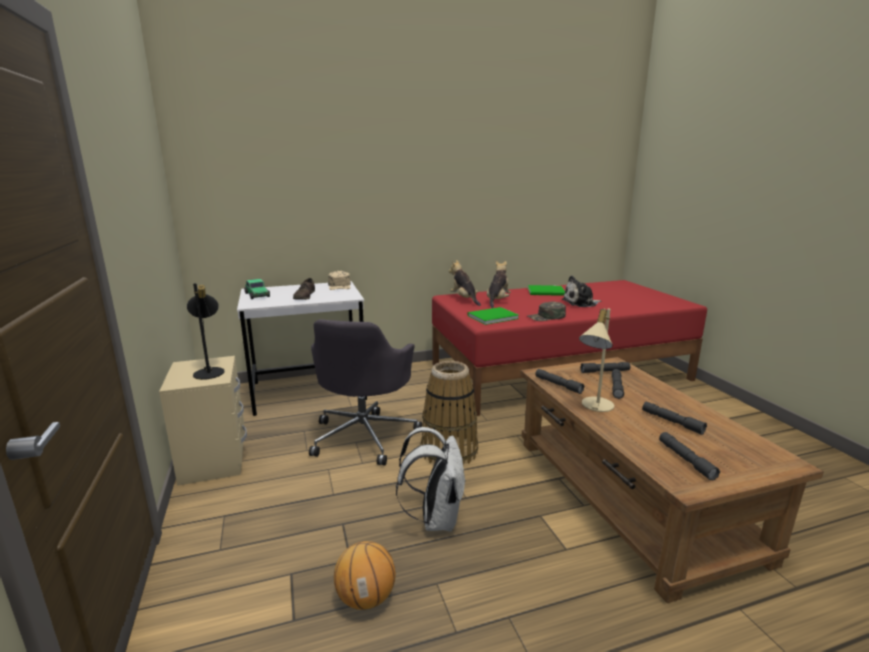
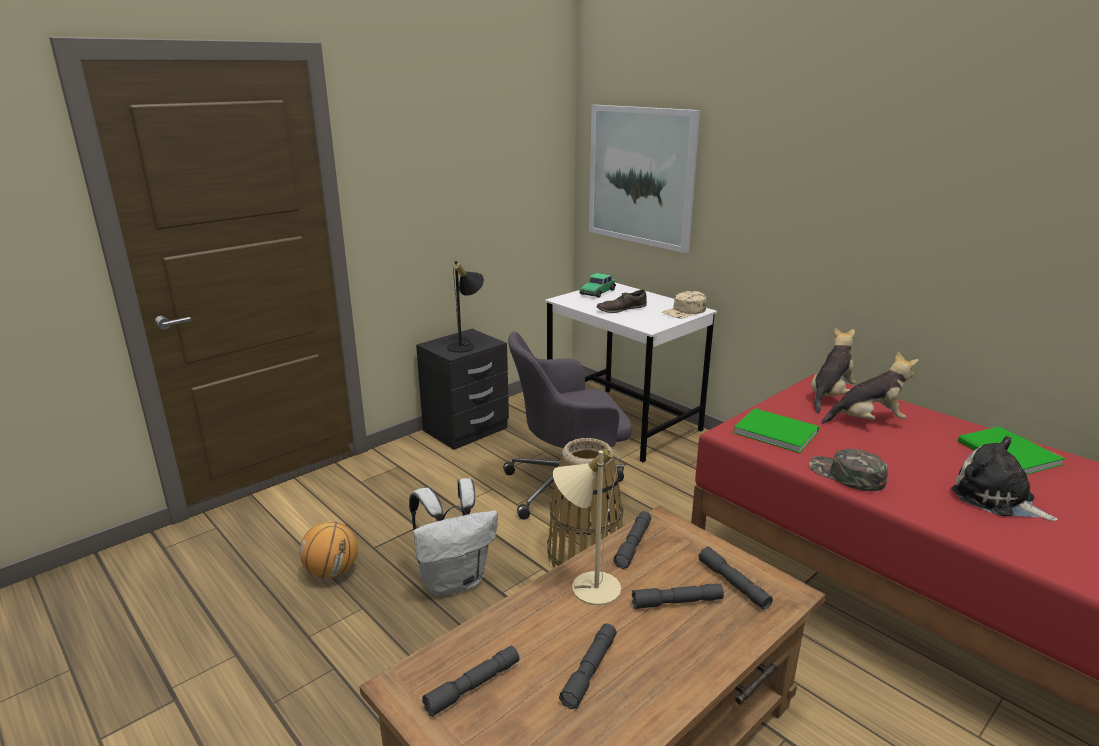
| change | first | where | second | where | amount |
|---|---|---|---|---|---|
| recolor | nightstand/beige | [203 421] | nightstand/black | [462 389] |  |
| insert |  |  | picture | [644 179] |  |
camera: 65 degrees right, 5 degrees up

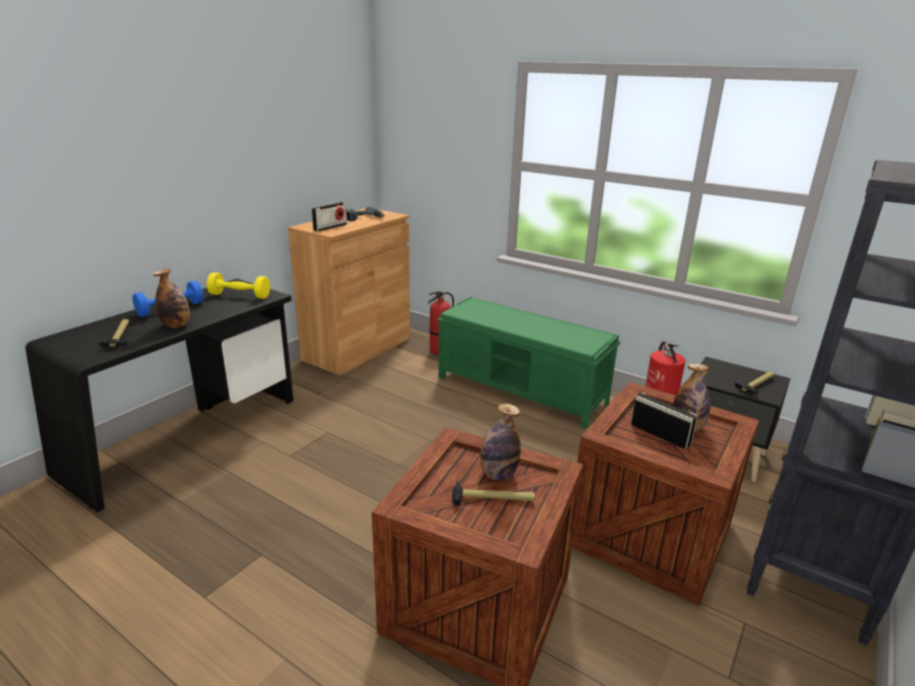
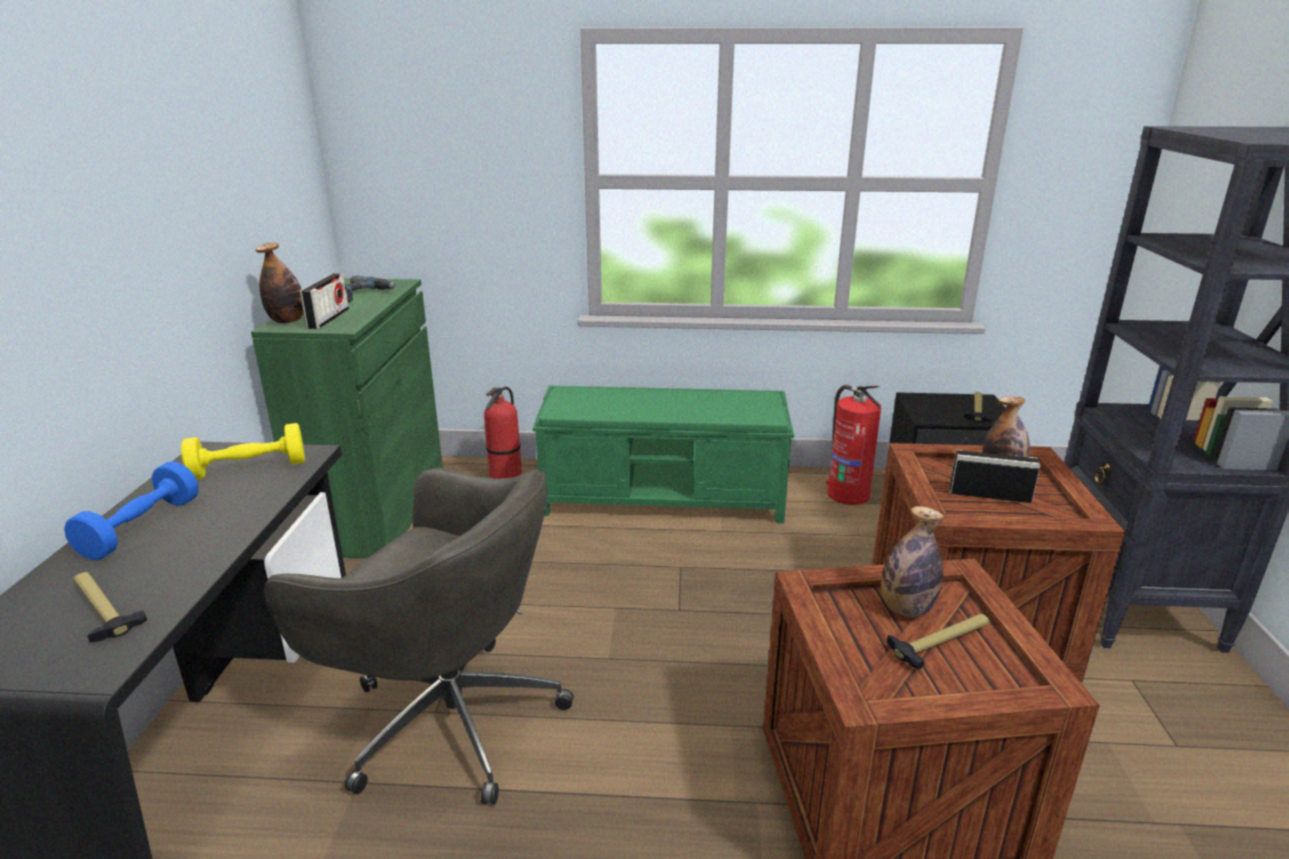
| change | first | where | second | where | amount |
|---|---|---|---|---|---|
| recolor | cabinet/brown | [349 292] | cabinet/green | [347 418] |  |
| move | bottle | [171 298] |  | [279 283] |  |
| insert |  |  | office chair/grey | [419 636] |  |
camera: 30 degrees left, 0 degrees up

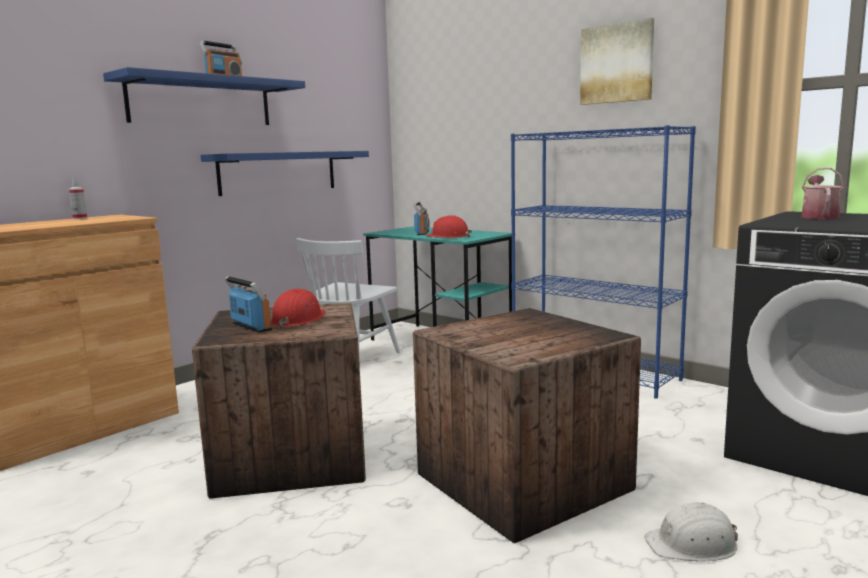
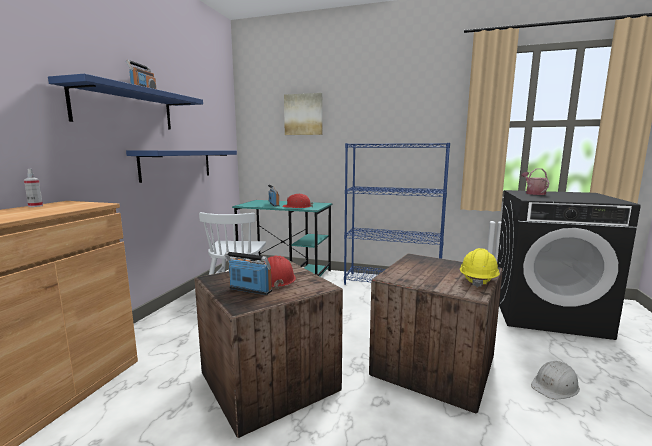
| change | first | where | second | where | amount |
|---|---|---|---|---|---|
| move | picture | [617 61] |  | [303 114] |  |
| insert |  |  | hard hat/yellow | [480 268] |  |
camera: 25 degrees left, 0 degrees up

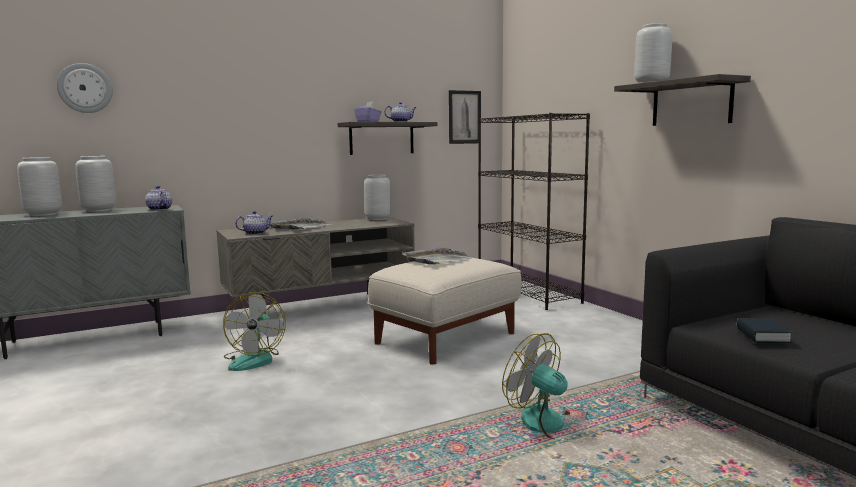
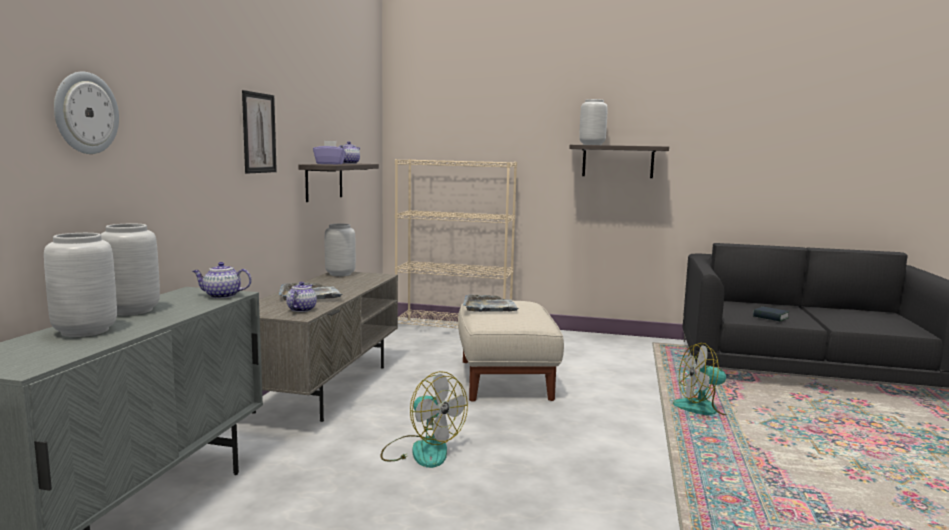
| change | first | where | second | where | amount |
|---|---|---|---|---|---|
| move | picture | [465 117] |  | [259 132] |  |
| recolor | bookcase/black | [534 211] | bookcase/beige | [456 243] |  |
camera: 50 degrees left, 0 degrees up

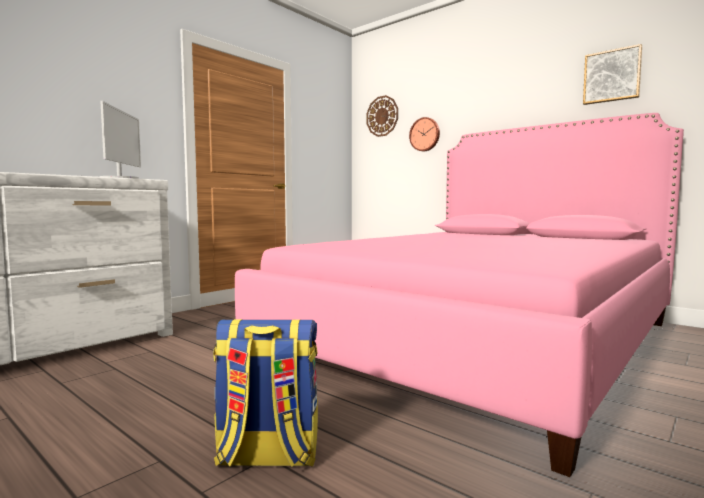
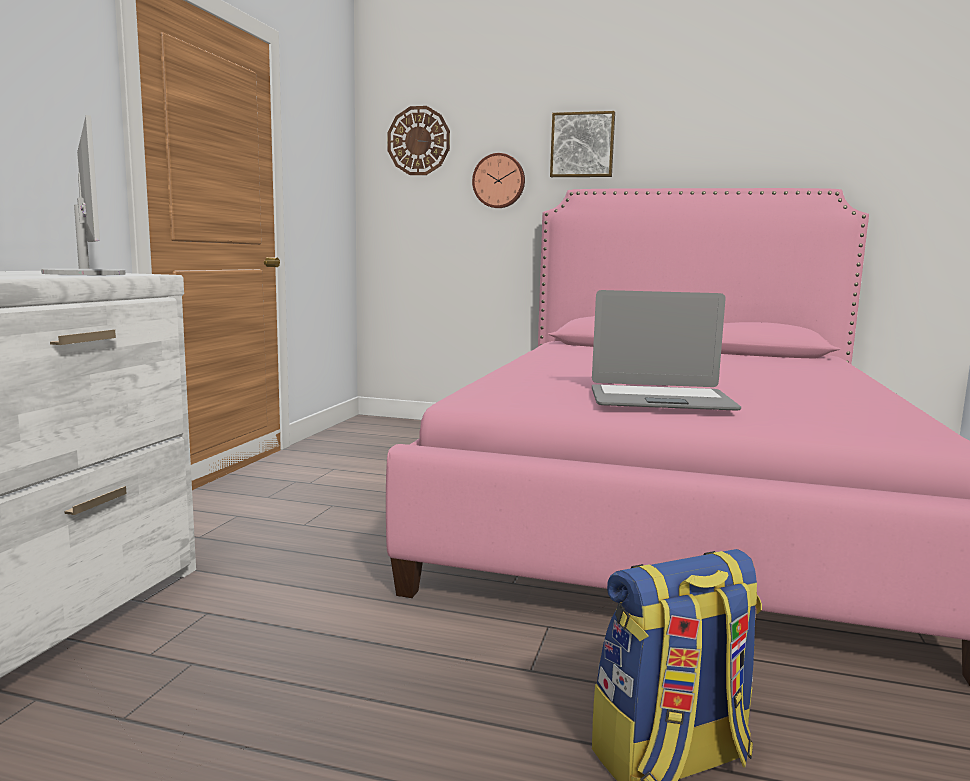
| change | first | where | second | where | amount |
|---|---|---|---|---|---|
| move | picture | [612 74] |  | [582 144] |  |
| insert |  |  | laptop | [666 350] |  |
camera: 25 degrees left, 5 degrees up

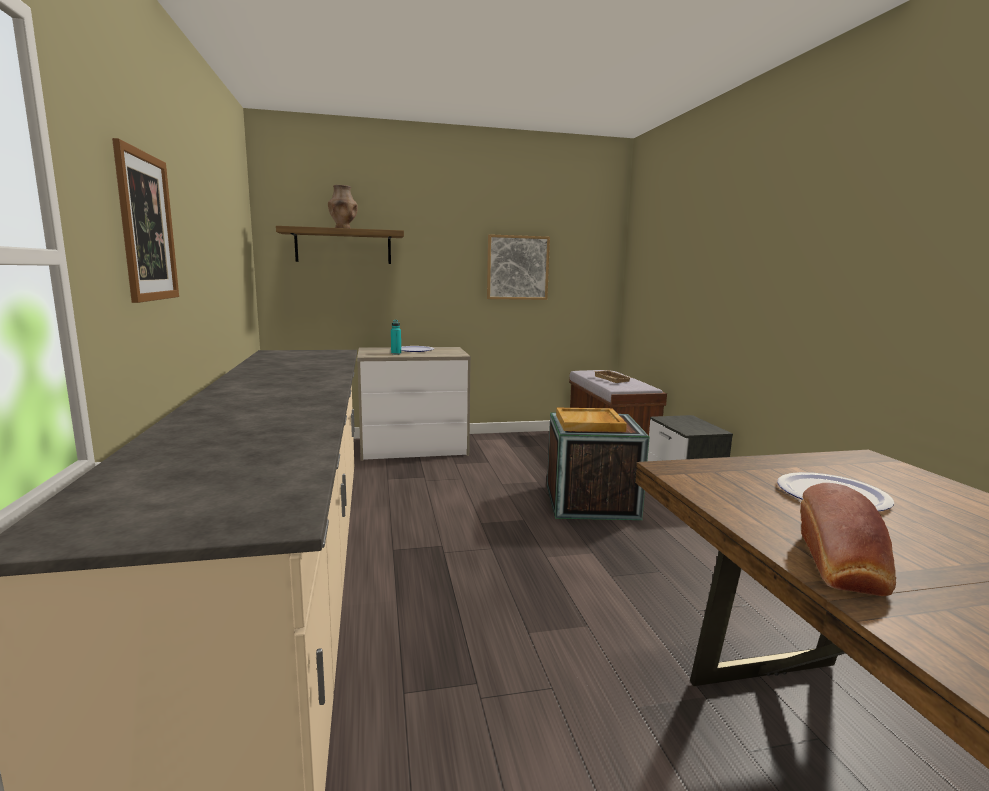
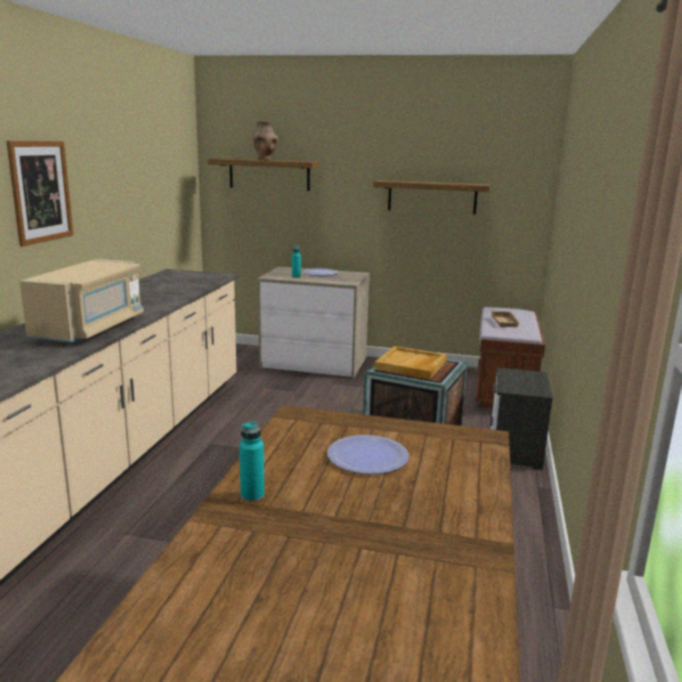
| change | first | where | second | where | amount |
|---|---|---|---|---|---|
| insert |  |  | microwave/beige | [81 300] |  |
| replace | bread | [848 539] | bottle/turquoise | [251 461] |  |
| replace | picture | [518 267] | shelf | [431 197] |  |
camera: 25 degrees right, 5 degrees up

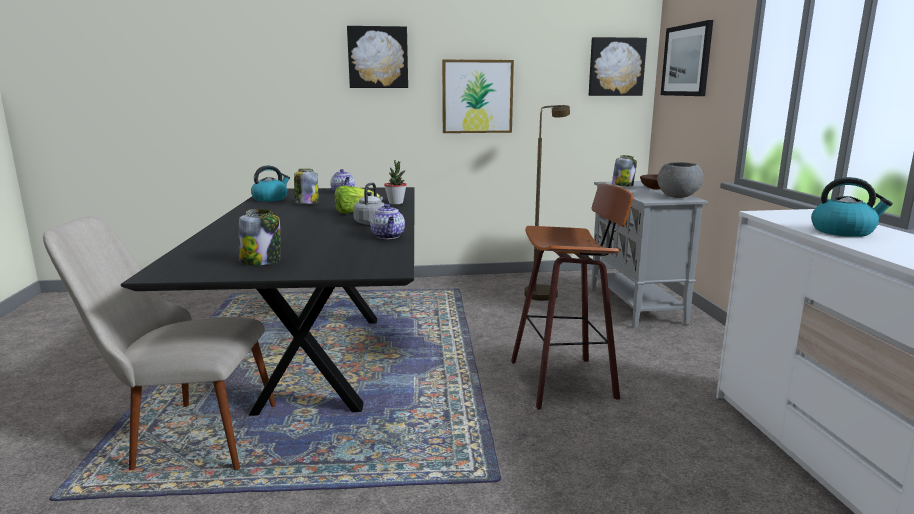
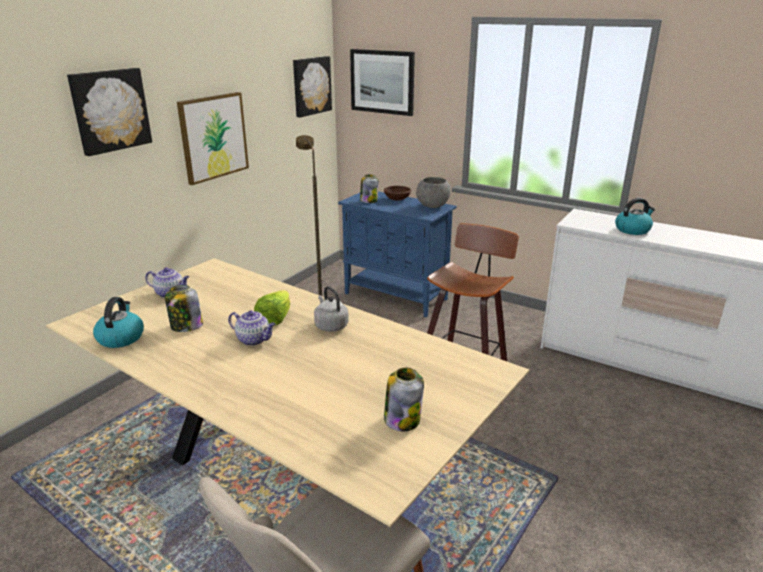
| change | first | where | second | where | amount |
|---|---|---|---|---|---|
| recolor | dining table/black | [268 301] | dining table/beige | [287 392] |  |
| move | teapot | [387 221] |  | [252 328] |  |
| recolor | cabinet/grey | [649 254] | cabinet/blue | [397 254] |  |
| delete | potted plant | [395 182] |  |  |  |
camera: 50 degrees left, 10 degrees up

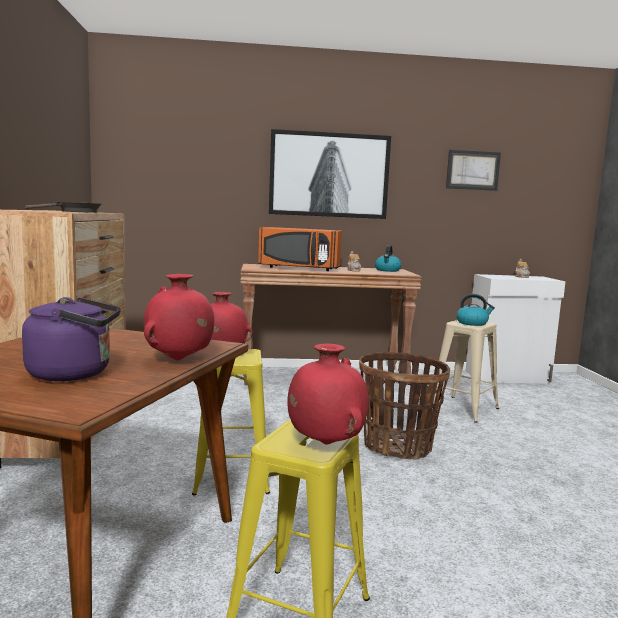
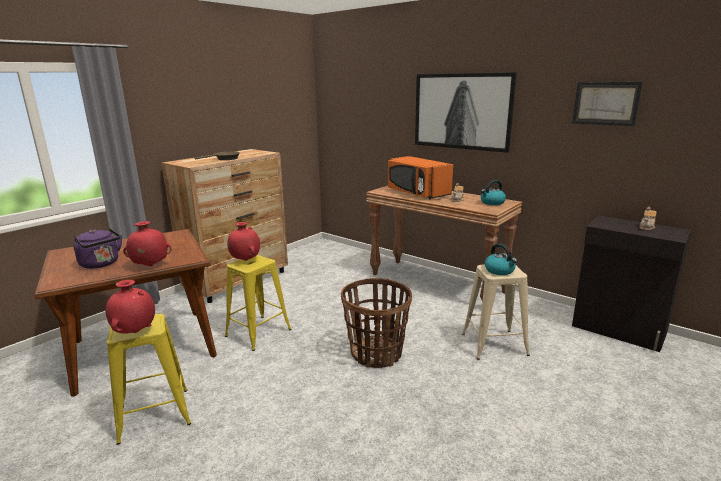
| change | first | where | second | where | amount |
|---|---|---|---|---|---|
| recolor | cabinet/white | [516 329] | cabinet/black | [632 284] |  |
camera: 45 degrees right, 10 degrees up

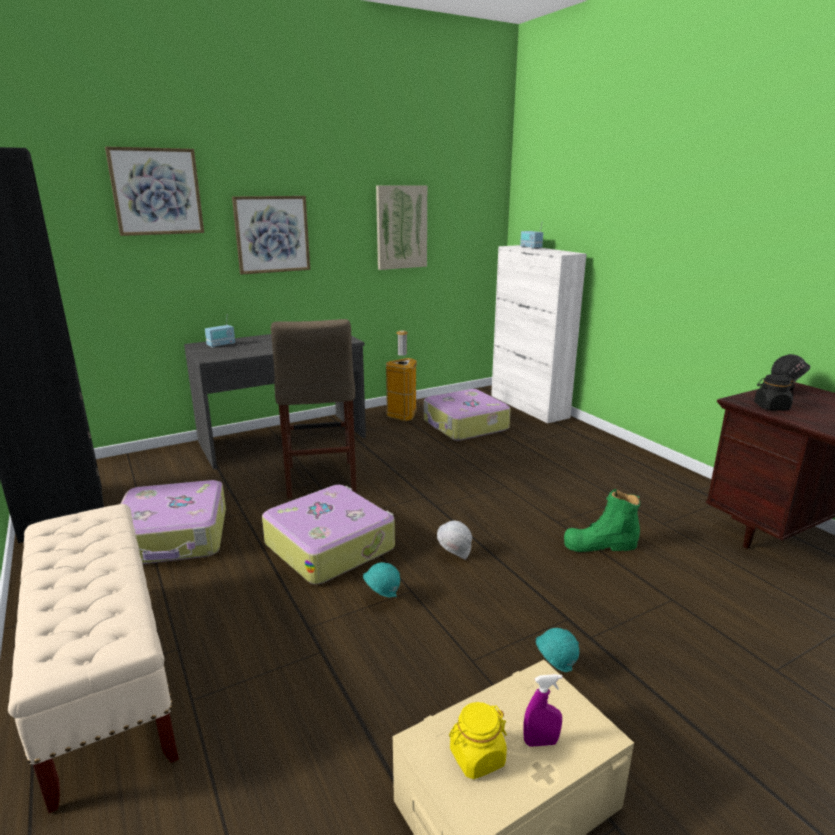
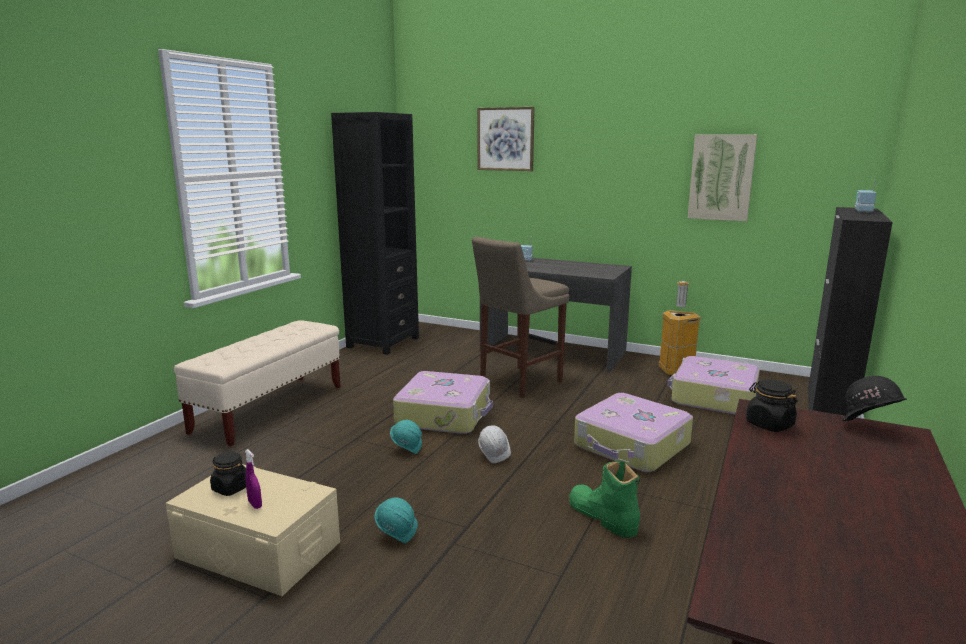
| change | first | where | second | where | amount |
|---|---|---|---|---|---|
| recolor | jar/yellow | [478 740] | jar/black | [228 474] |  |
| move | suitcase | [173 522] |  | [633 432] |  |
| recolor | cabinet/white | [539 334] | cabinet/black | [850 312] |  |
| delete | picture | [271 235] |  |  |  |
camera: 55 degrees right, 5 degrees down

